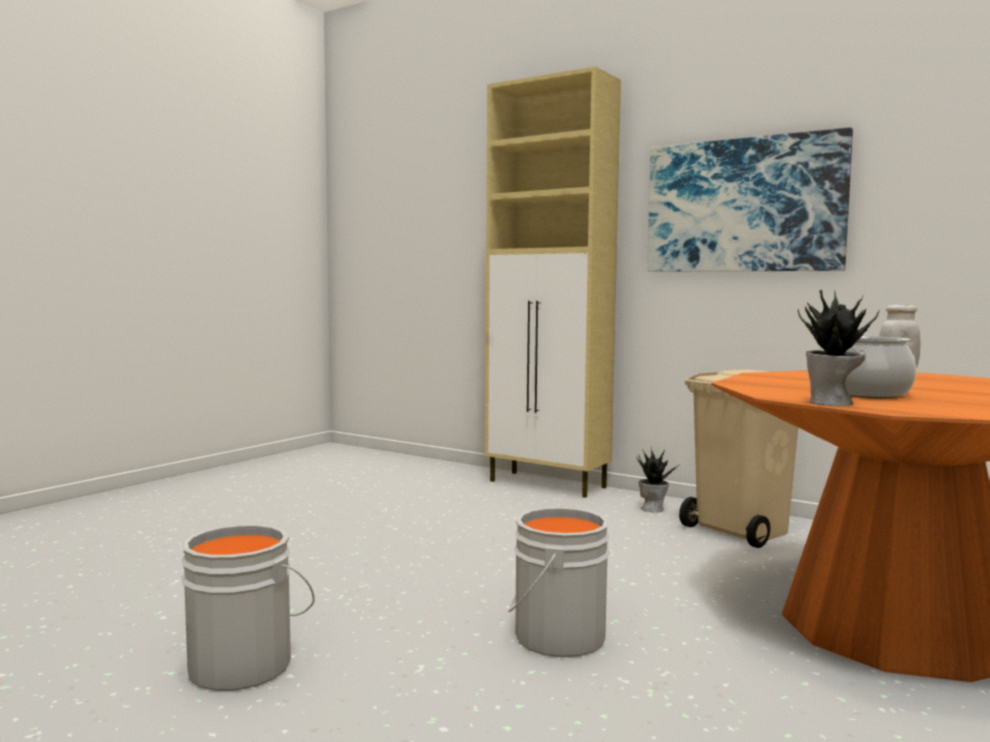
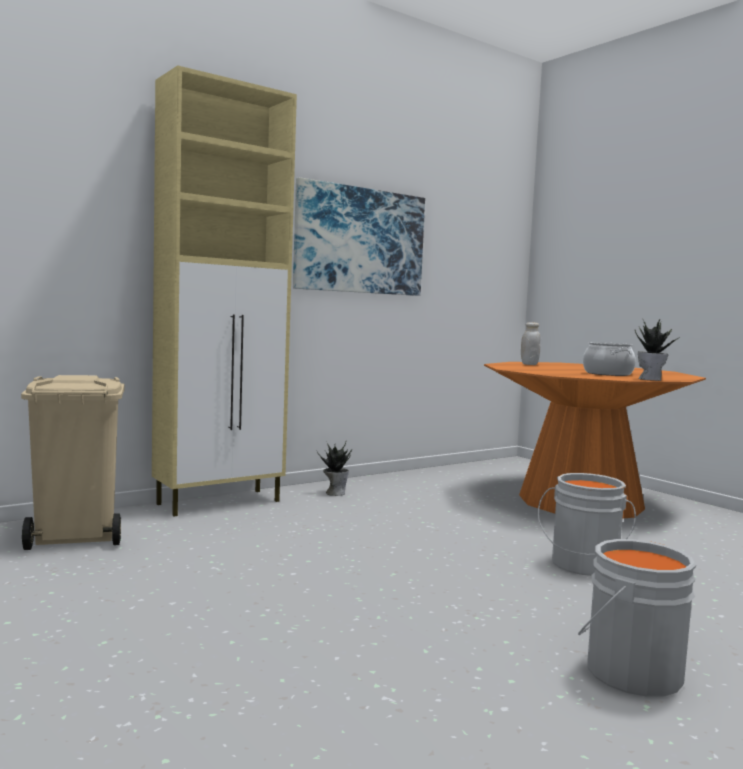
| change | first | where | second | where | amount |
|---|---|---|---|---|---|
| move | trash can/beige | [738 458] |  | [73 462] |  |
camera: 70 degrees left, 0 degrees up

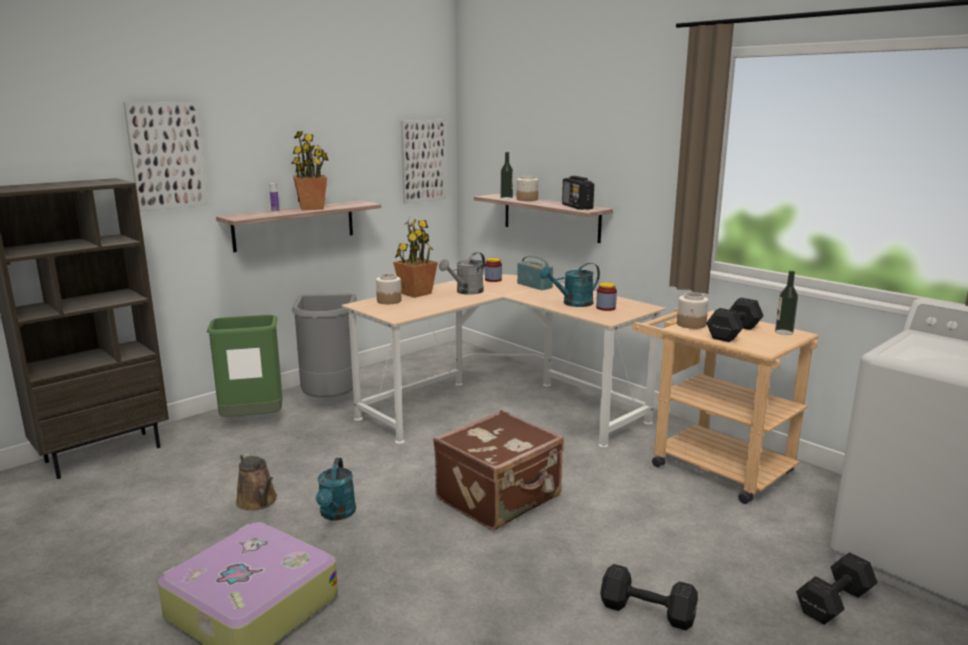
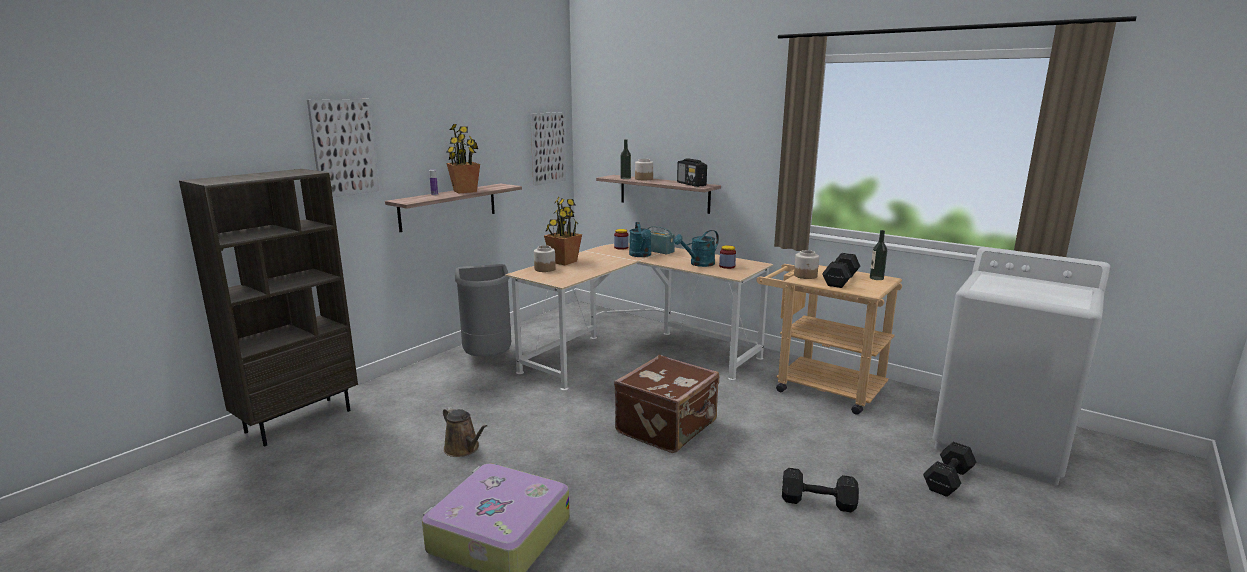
| change | first | where | second | where | amount |
|---|---|---|---|---|---|
| move | watering can/turquoise | [336 489] |  | [640 239] |  |
| delete | trash can/green | [245 366] |  |  |  |
| delete | watering can/grey | [462 273] |  |  |  |
camera: 10 degrees left, 0 degrees up

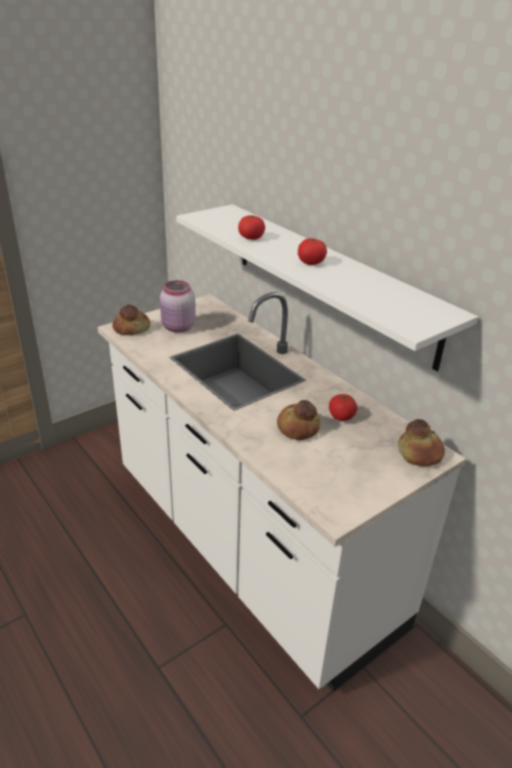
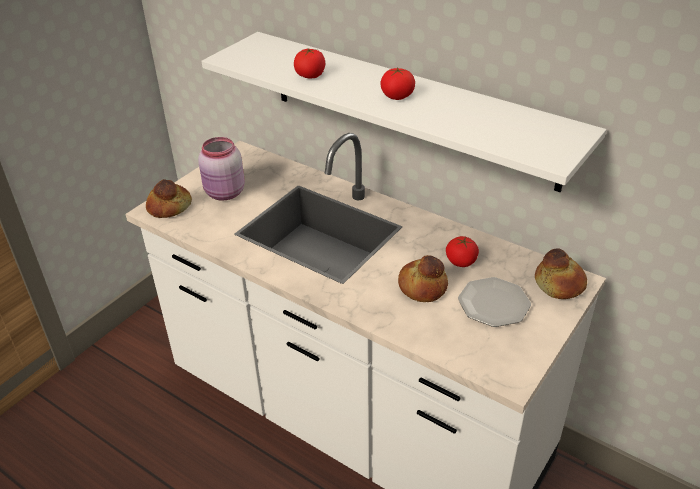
| change | first | where | second | where | amount |
|---|---|---|---|---|---|
| insert |  |  | plate | [494 302] |  |
camera: 15 degrees left, 5 degrees up

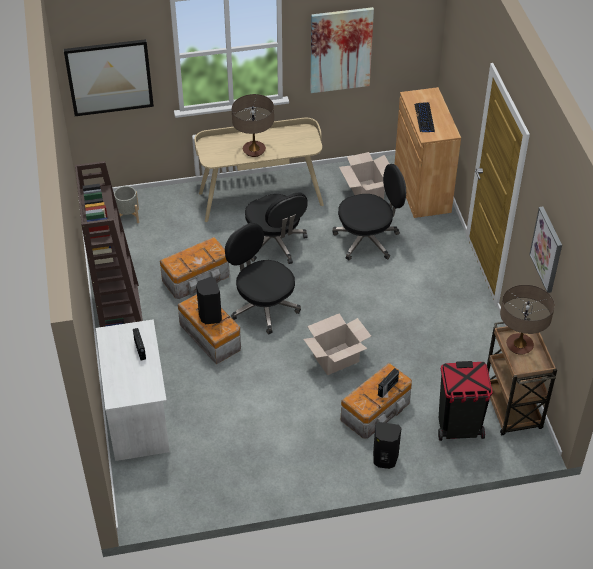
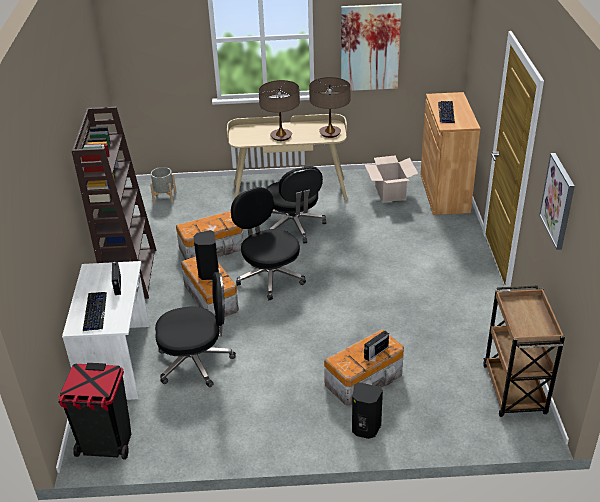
| change | first | where | second | where | amount |
|---|---|---|---|---|---|
| move | trash can/black | [465 401] |  | [94 411] |  |
| insert |  |  | keyboard | [95 312] |  |
| move | office chair/black | [369 212] |  | [195 329] |  |
| move | table lamp | [527 320] |  | [330 107] |  |
| delete | picture | [109 77] |  |  |  |
| delete | cardboard box | [337 344] |  |  |  |
camera: 10 degrees right, 10 degrees down

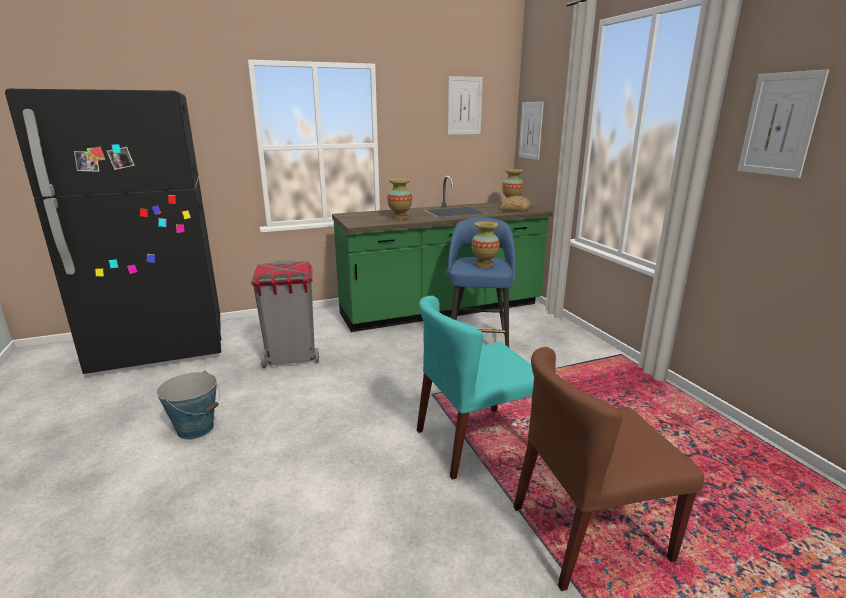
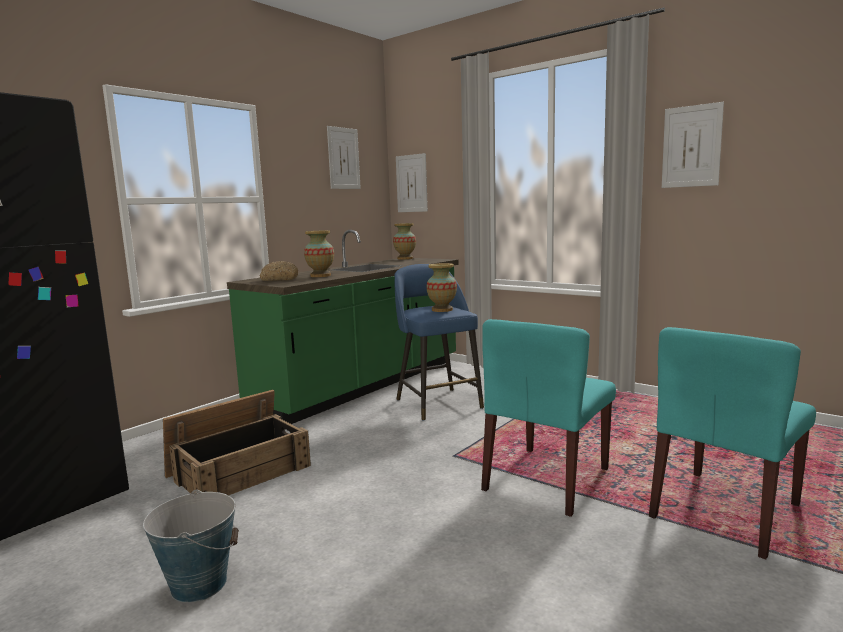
| change | first | where | second | where | amount |
|---|---|---|---|---|---|
| replace | trash can/grey | [285 314] | crate | [237 442] |  |
| move | bread | [515 204] |  | [278 271] |  |
| recolor | chair/brown | [608 469] | chair/turquoise | [732 443] |  |
camera: 30 degrees left, 10 degrees down

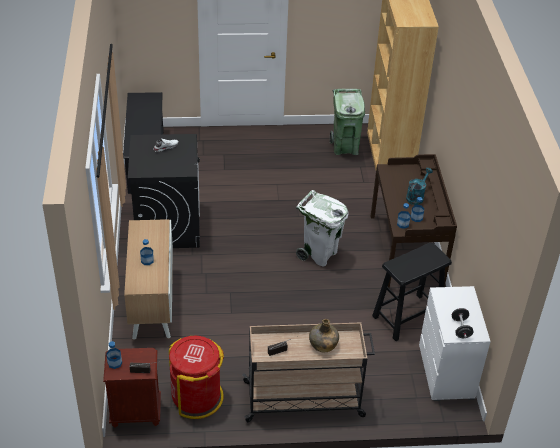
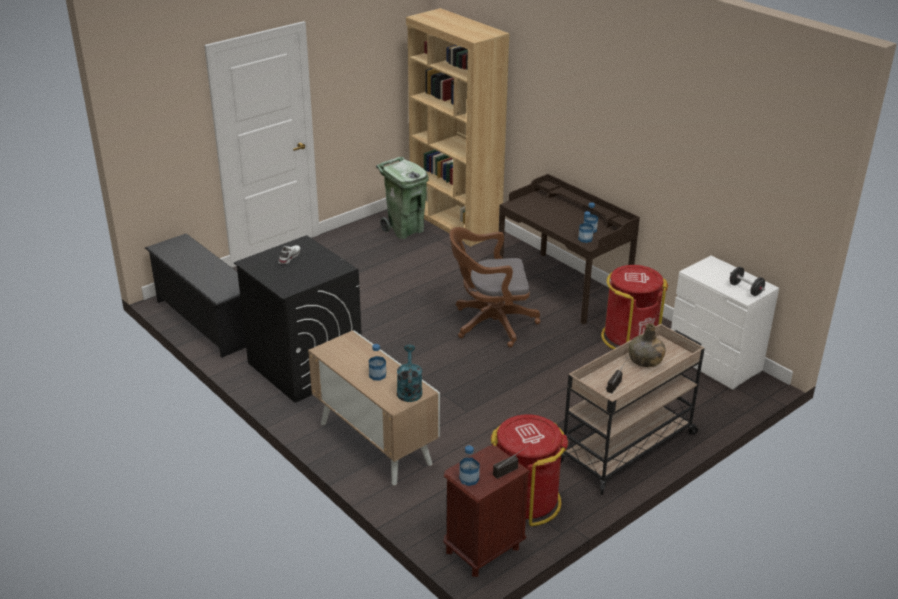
| change | first | where | second | where | amount |
|---|---|---|---|---|---|
| move | watering can/turquoise | [419 186] |  | [409 373] |  |
| replace | trash can/white | [322 228] | office chair/brown | [495 287] |  |
| replace | stool/black | [412 292] | trash can/red | [634 307] |  |
camera: 35 degrees left, 10 degrees down

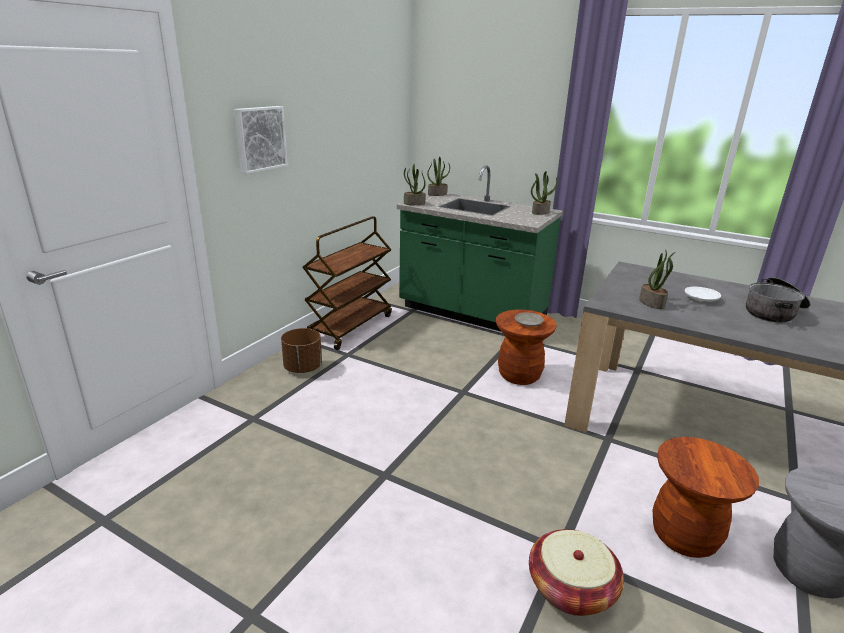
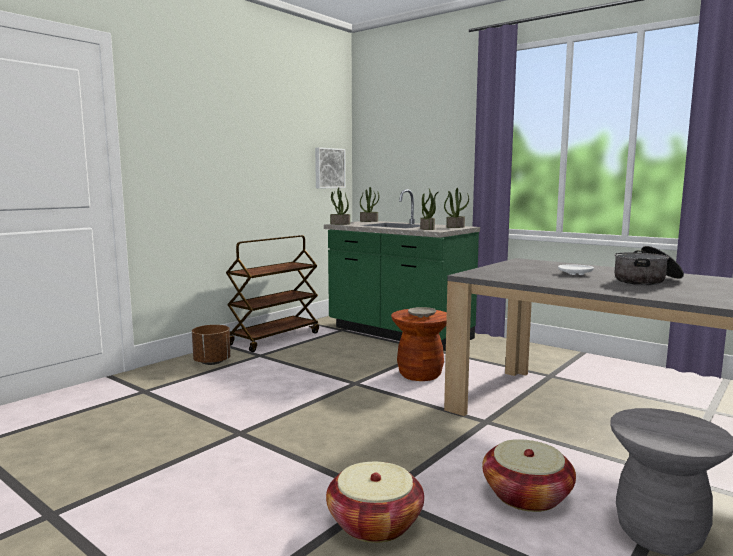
| change | first | where | second | where | amount |
|---|---|---|---|---|---|
| move | picture | [261 140] |  | [330 167] |  |
| move | potted plant | [657 280] |  | [429 209] |  |
| replace | stool/brown | [706 497] | basket | [529 475] |  |
camera: 10 degrees right, 15 degrees down

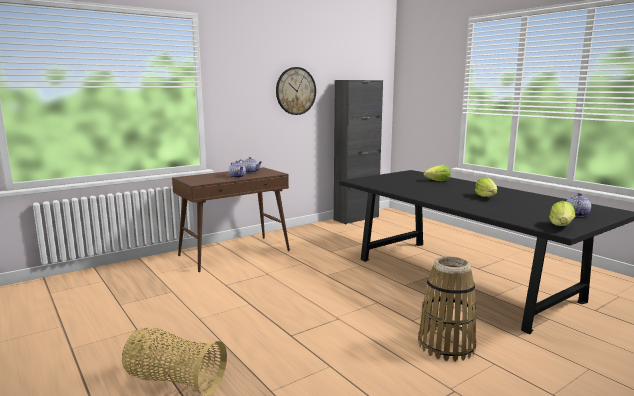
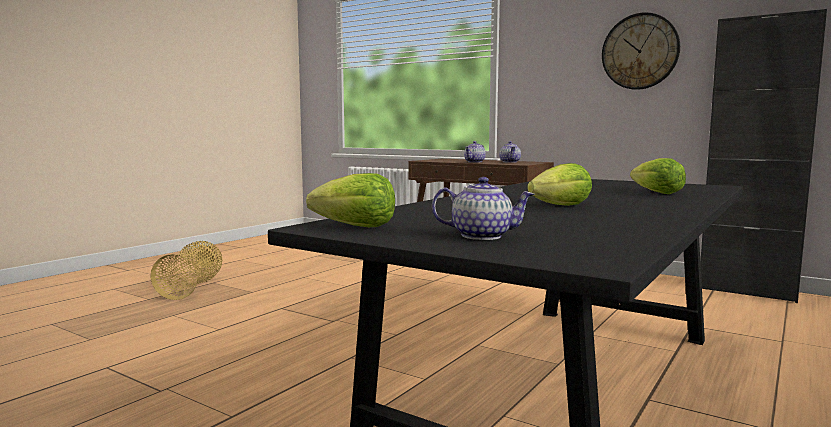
| change | first | where | second | where | amount |
|---|---|---|---|---|---|
| delete | basket | [447 308] |  |  |  |
camera: 70 degrees right, 5 degrees down

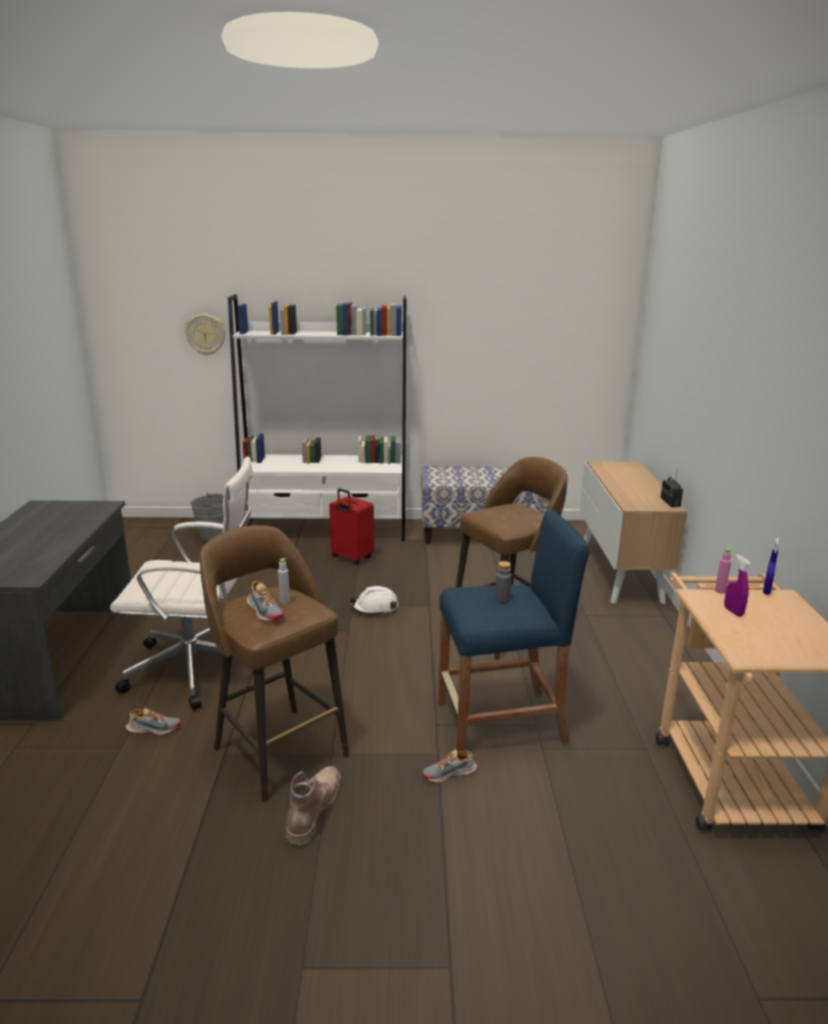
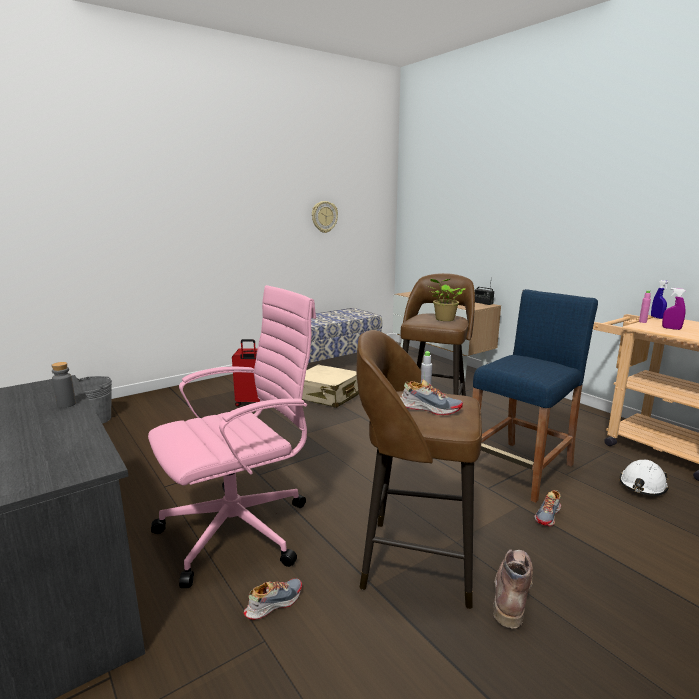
| change | first | where | second | where | amount |
|---|---|---|---|---|---|
| move | bottle/grey | [503 582] |  | [63 385] |  |
| recolor | office chair/white | [187 583] | office chair/pink | [232 436] |  |
| insert |  |  | suitcase/beige | [330 386] |  |
| move | wall clock | [205 334] |  | [325 217] |  |
| insert |  |  | potted plant | [447 300] |  |
| rotate | boot/brown | [313 805] |  | [513 588] | 45 degrees clockwise |
| move | hard hat/white | [373 601] |  | [643 478] |  |
| delete | bookcase/white | [317 417] |  |  |  |
camera: 35 degrees left, 5 degrees down

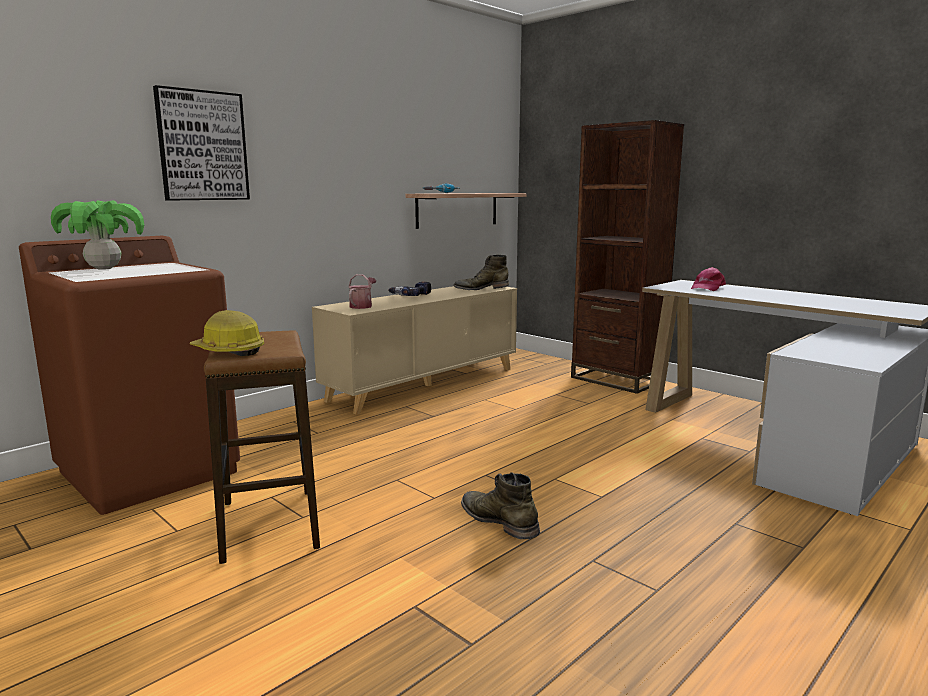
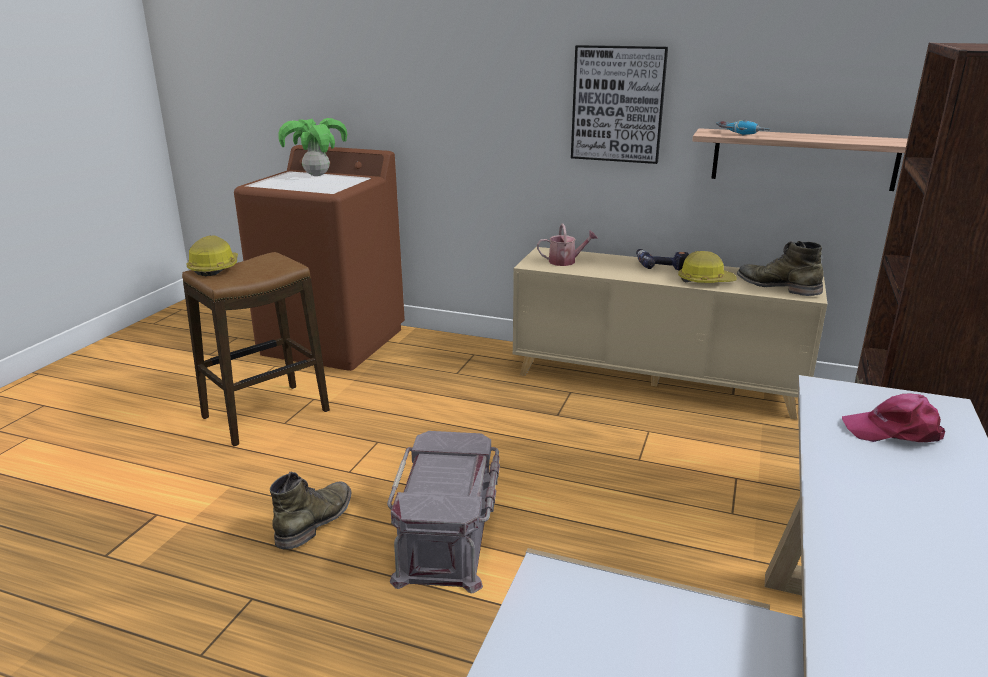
| change | first | where | second | where | amount |
|---|---|---|---|---|---|
| insert |  |  | storage box/grey | [443 512] |  |
| move | picture | [201 143] |  | [619 104] |  |
| insert |  |  | hard hat | [707 267] |  |
camera: 65 degrees right, 10 degrees up

